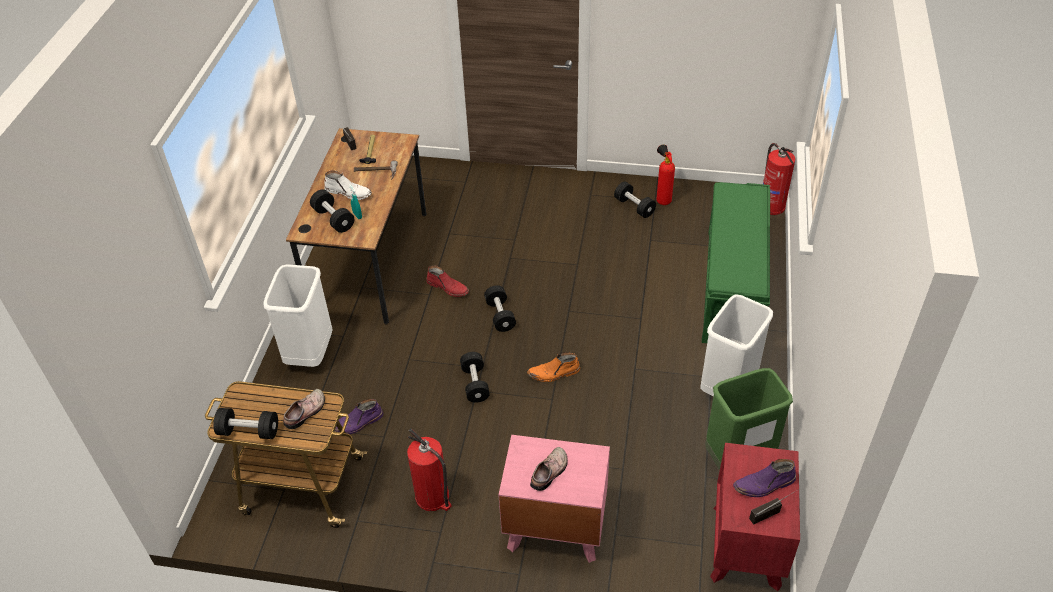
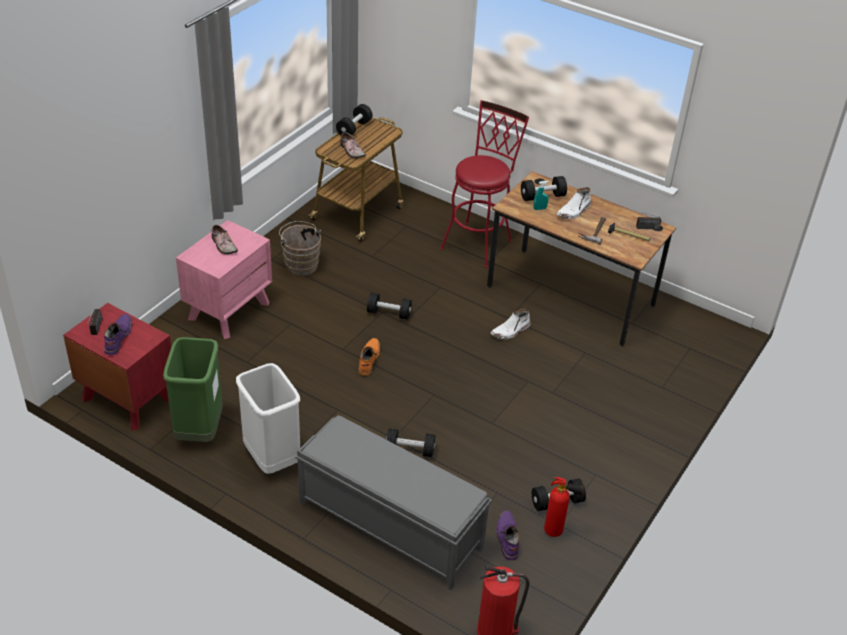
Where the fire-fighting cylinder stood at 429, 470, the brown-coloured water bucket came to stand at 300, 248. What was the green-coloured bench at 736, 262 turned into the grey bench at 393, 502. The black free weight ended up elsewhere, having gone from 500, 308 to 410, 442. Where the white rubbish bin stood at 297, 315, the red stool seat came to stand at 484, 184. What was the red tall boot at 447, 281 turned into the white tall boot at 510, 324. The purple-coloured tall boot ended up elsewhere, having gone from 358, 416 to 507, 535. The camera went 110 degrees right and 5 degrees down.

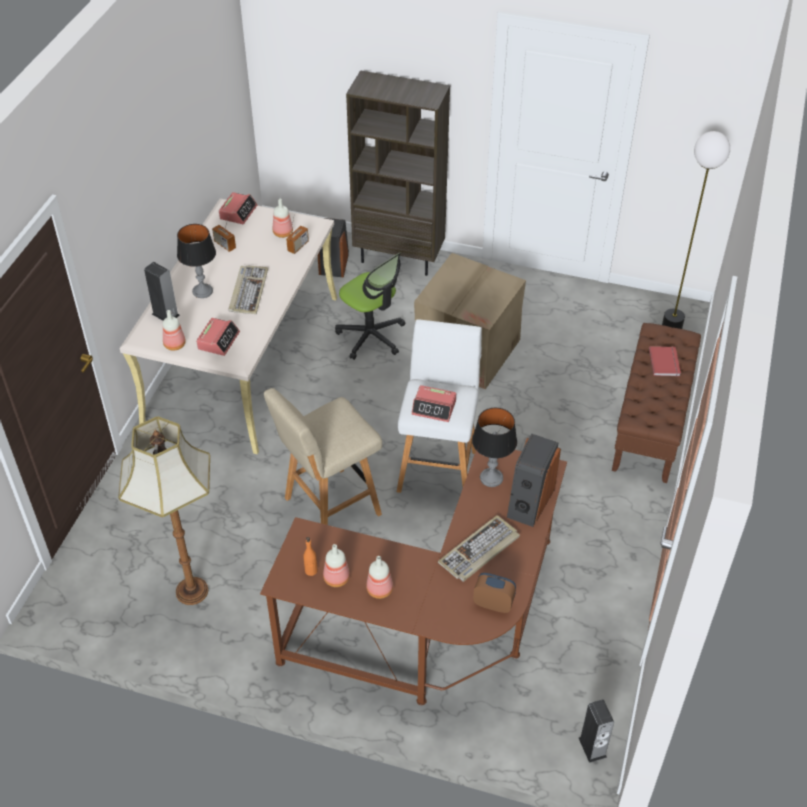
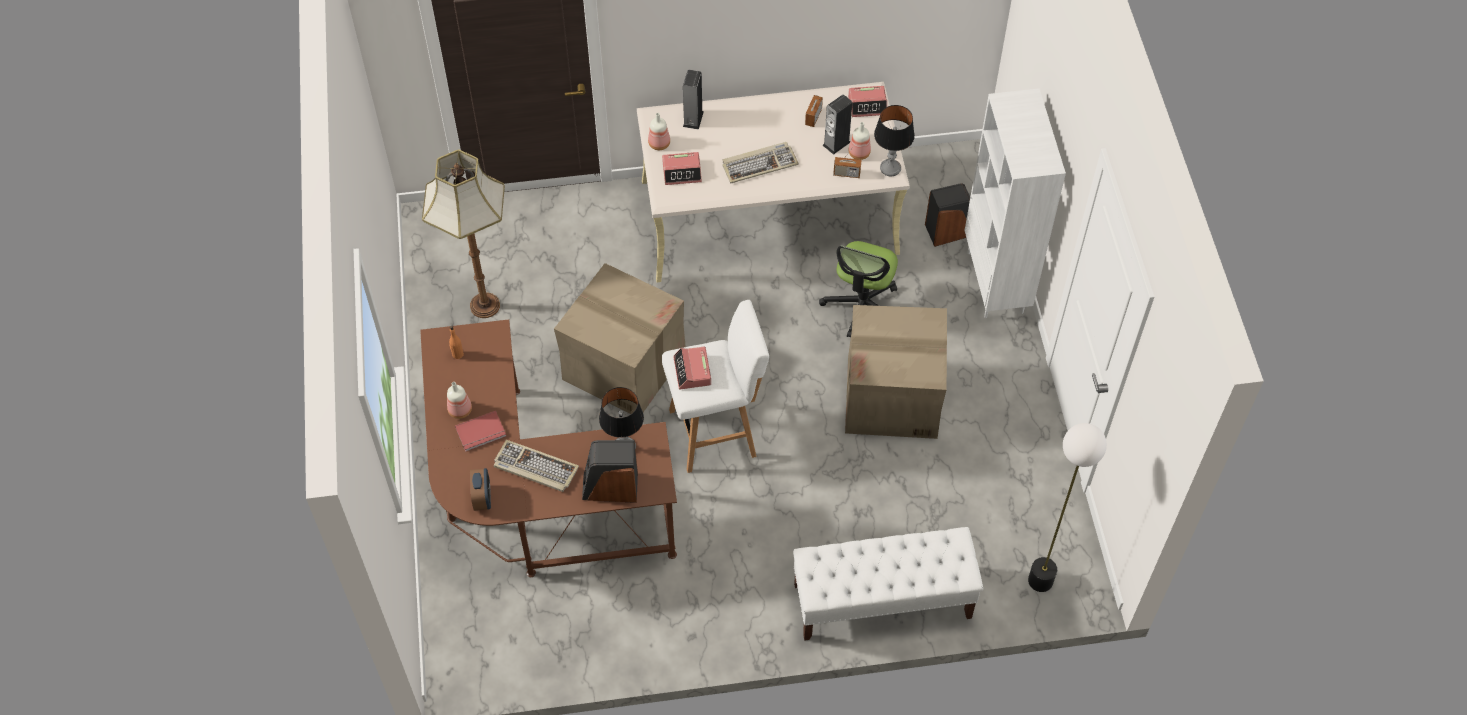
The red volume ended up elsewhere, having gone from 665, 361 to 481, 431. Where the sand-coloured stool seat stood at 323, 456, the carton came to stand at 620, 338. What was the brown-coloured bench at 656, 403 turned into the white bench at 888, 584. The audio speaker ended up elsewhere, having gone from 596, 731 to 837, 124. The tabletop lamp ended up elsewhere, having gone from 196, 261 to 894, 140. What was the brown-coloured bookshelf at 398, 173 turned into the white bookshelf at 1015, 203. The second view lost the bottle at 336, 565. The camera went 65 degrees right and 10 degrees up.

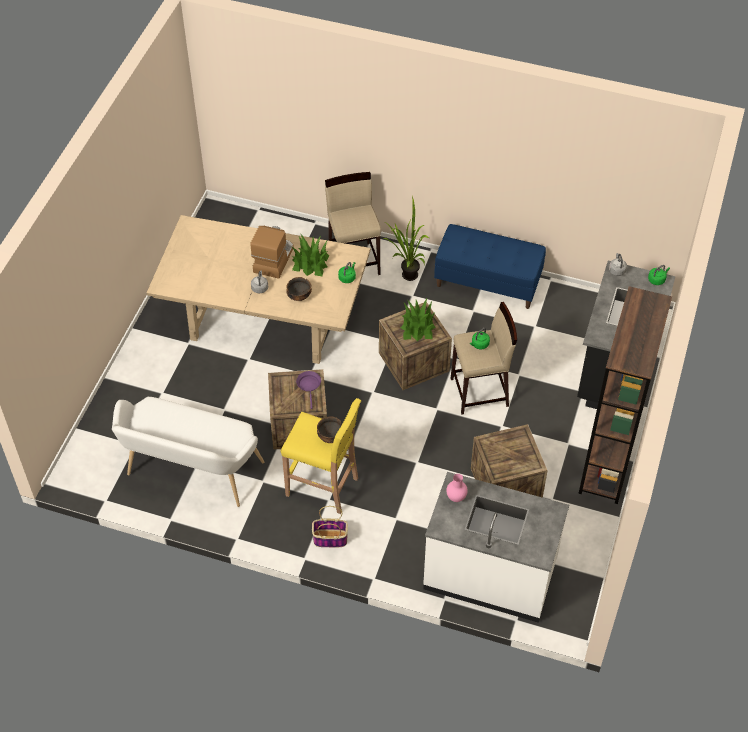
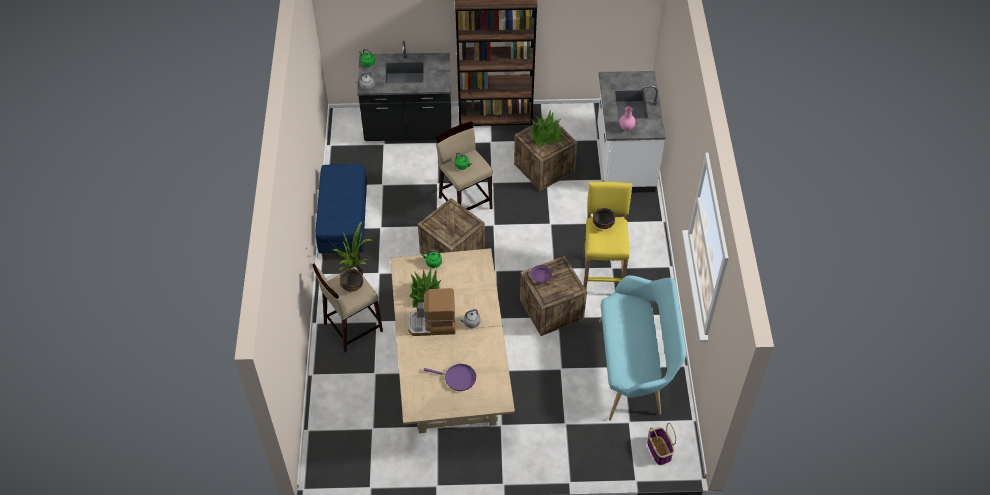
The serving bowl ended up elsewhere, having gone from 299, 289 to 351, 280. The second view gained the purple-coloured frying pan at 449, 377. The plant in a pot ended up elsewhere, having gone from 418, 320 to 547, 128. What was the white bench at 188, 452 turned into the blue-green bench at 642, 348. The storage basket ended up elsewhere, having gone from 330, 526 to 661, 444. The camera went 110 degrees left and 0 degrees up.

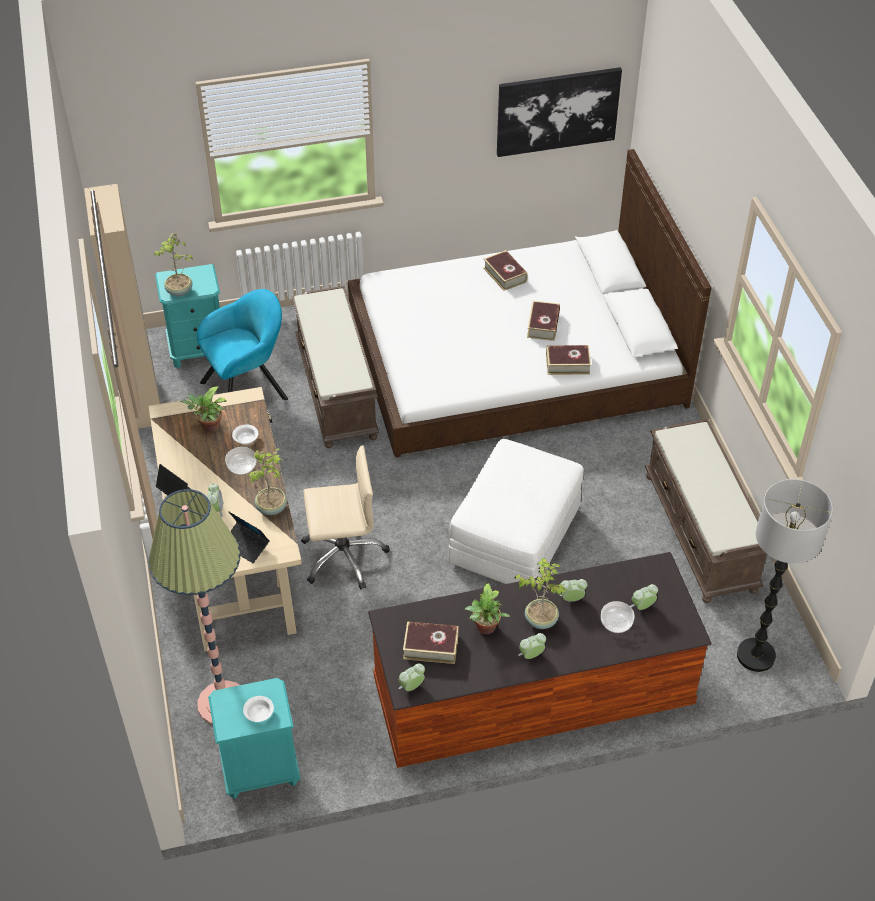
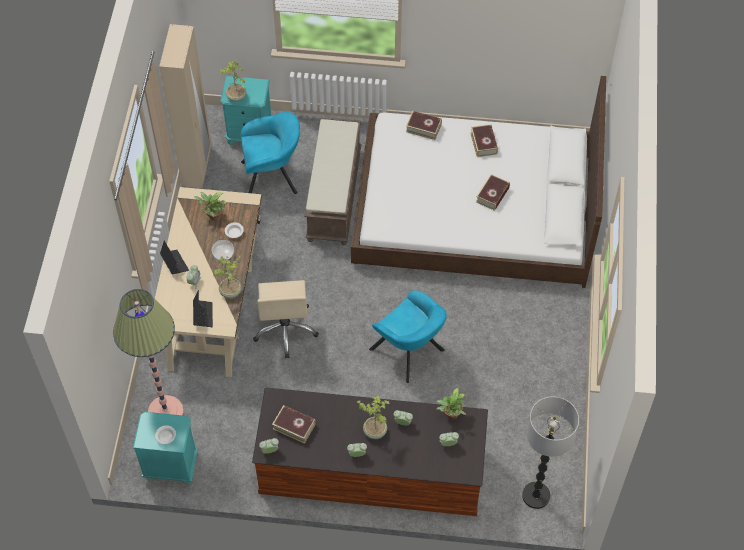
The laptop at 249, 537 ended up facing another way, 150 degrees counterclockwise from before. The sand-coloured desk chair at 345, 517 ended up facing another way, 75 degrees clockwise from before. Where the white pouffe stood at 515, 511, the blue-green easy chair came to stand at 408, 336. The volume ended up elsewhere, having gone from 568, 360 to 424, 125. The plant in a pot ended up elsewhere, having gone from 487, 608 to 451, 403. The second view lost the wall art at 559, 112. The second view lost the serving bowl at 618, 617. The second view lost the brown-coloured bench at 706, 511. The camera went 20 degrees right and 10 degrees up.

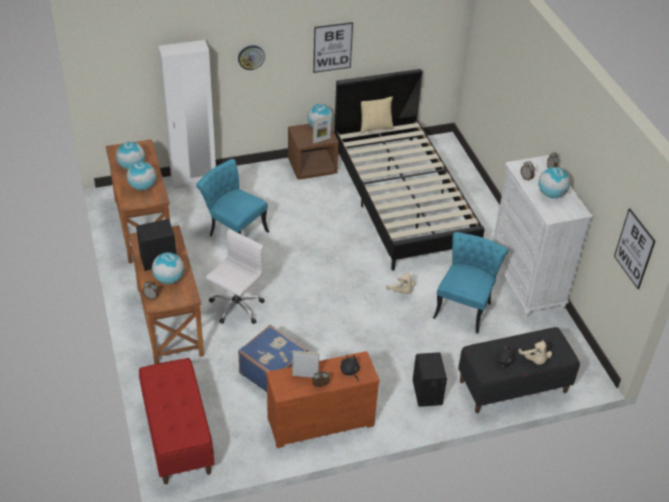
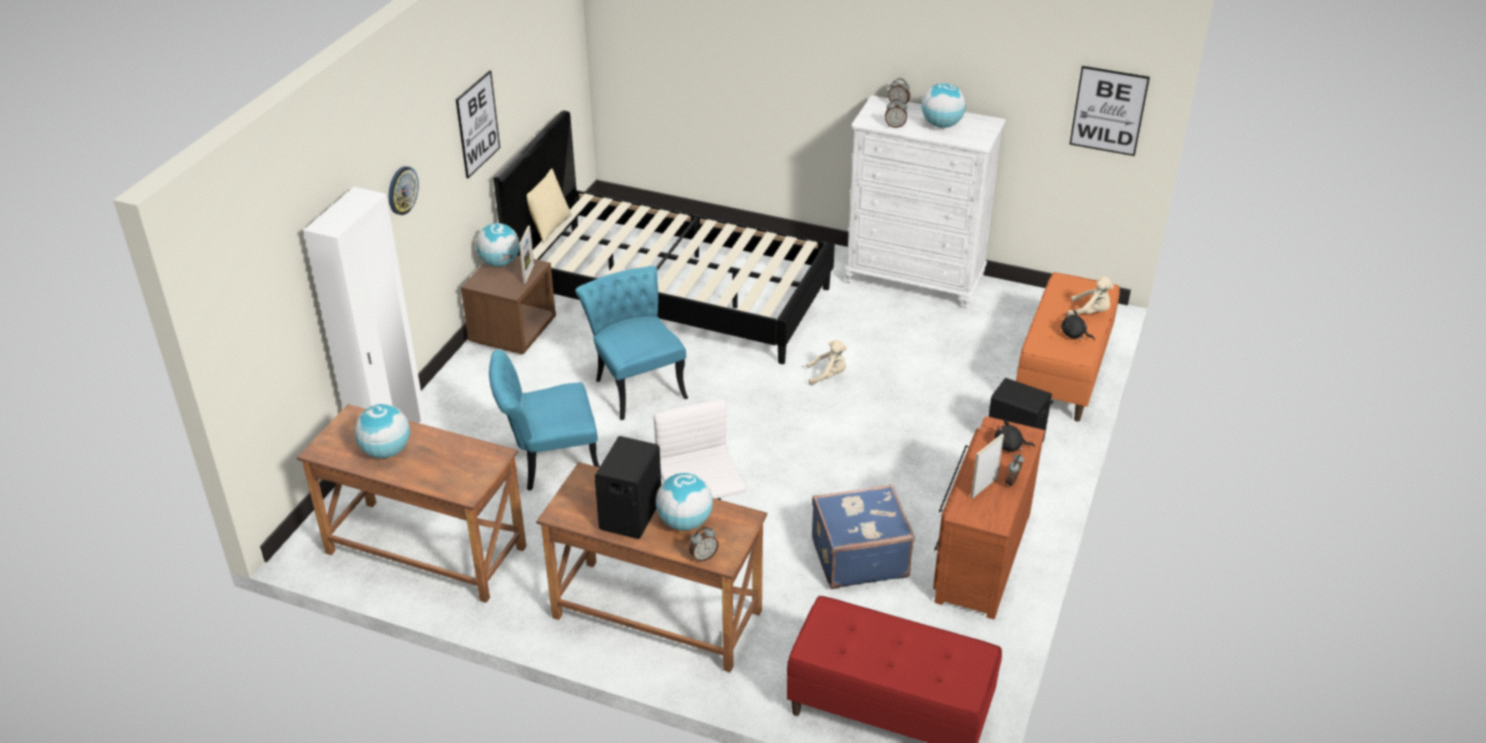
The blue-green plain chair ended up elsewhere, having gone from 471, 282 to 631, 343. What was the black bench at 519, 370 turned into the orange-coloured bench at 1068, 347. The second view lost the desk globe at 141, 176. The camera went 50 degrees left and 5 degrees down.

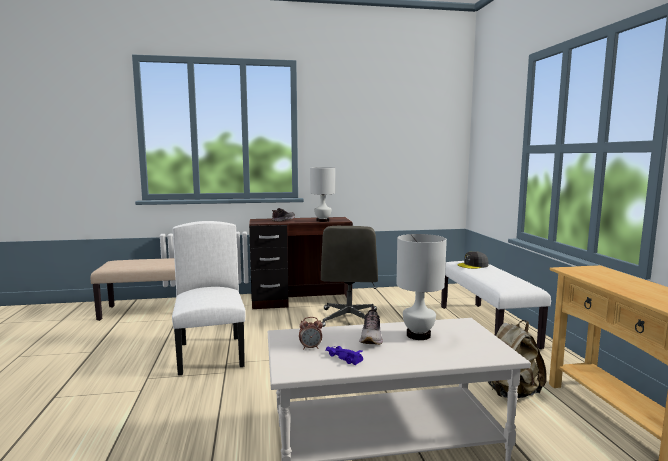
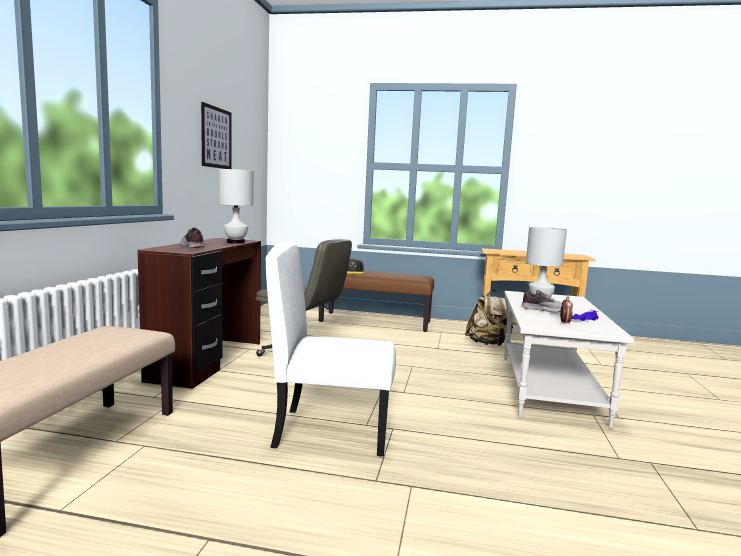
The second view gained the wall art at 216, 135. What was the white bench at 496, 305 turned into the brown-coloured bench at 376, 301. The camera went 70 degrees left and 0 degrees up.

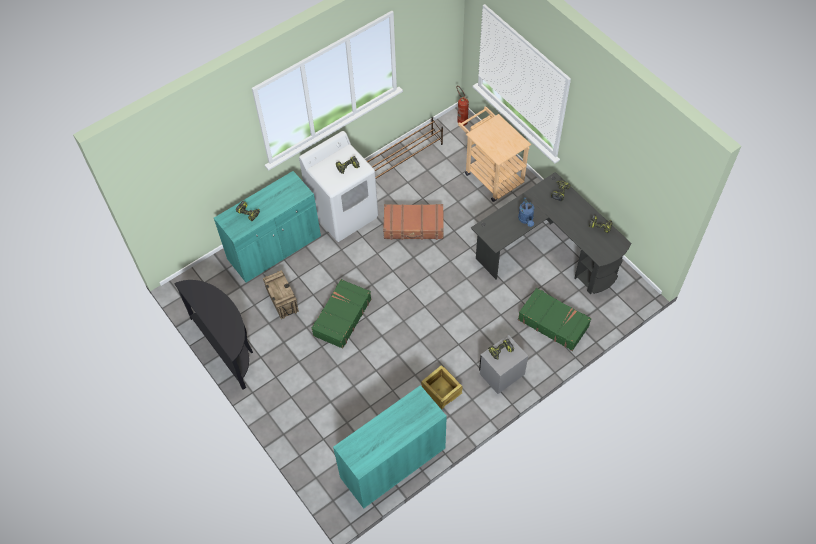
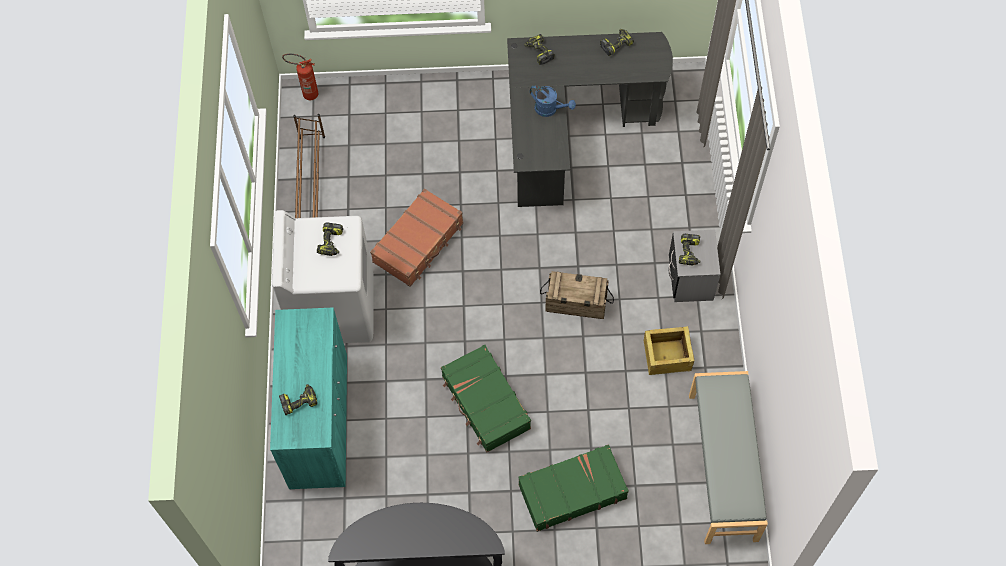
The green-coloured suitcase ended up elsewhere, having gone from 555, 319 to 573, 488. The crate ended up elsewhere, having gone from 281, 294 to 577, 295. Where the blue-green cabinet stood at 390, 446, the grey bench came to stand at 728, 457. The second view lost the sand-coloured trolley at 494, 154. The camera went 55 degrees left and 5 degrees up.

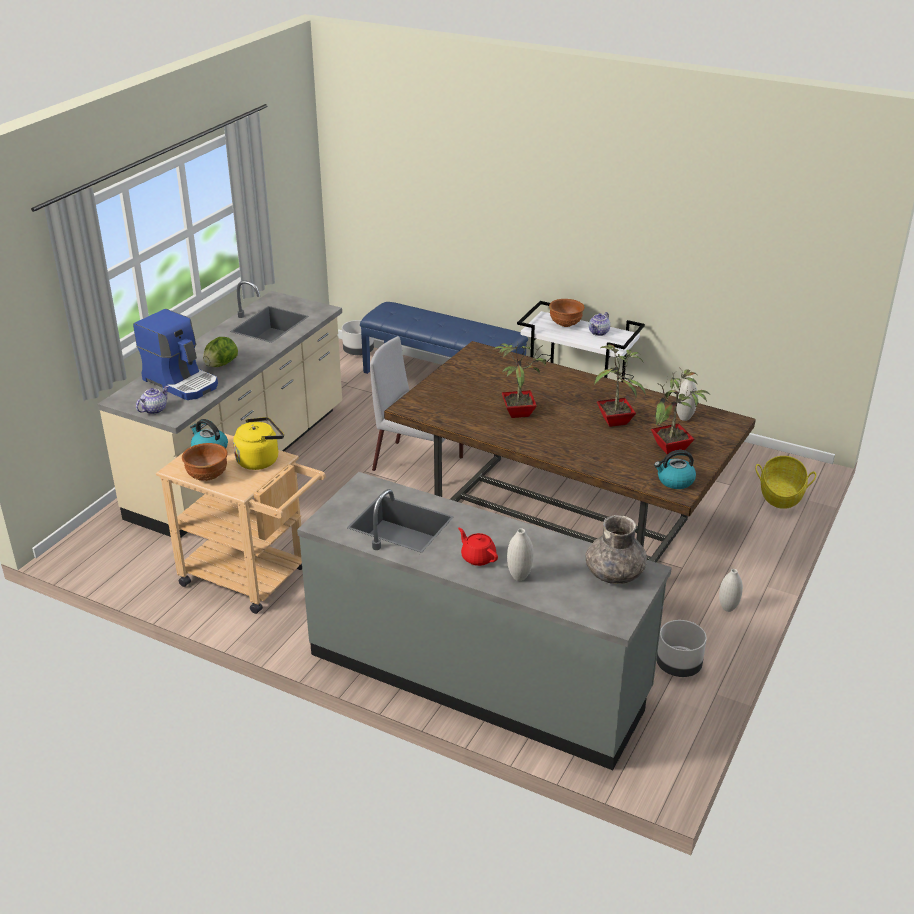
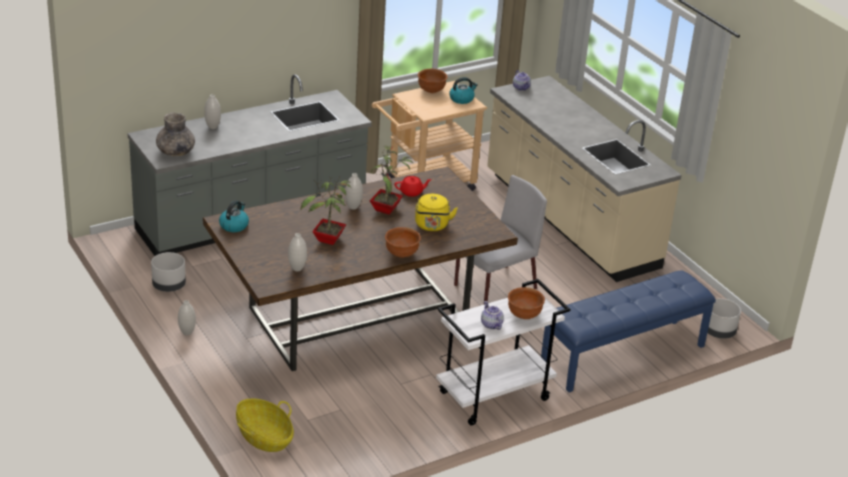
The second view gained the white vase at 354, 191. The second view gained the brown-coloured serving bowl at 403, 242. The red teapot ended up elsewhere, having gone from 478, 547 to 413, 186. The yellowish kettle ended up elsewhere, having gone from 258, 443 to 436, 212. The second view lost the coffee maker at 175, 354. The second view lost the lettuce head at 220, 352. The second view lost the plant in a pot at 680, 411. The camera went 120 degrees right and 0 degrees up.

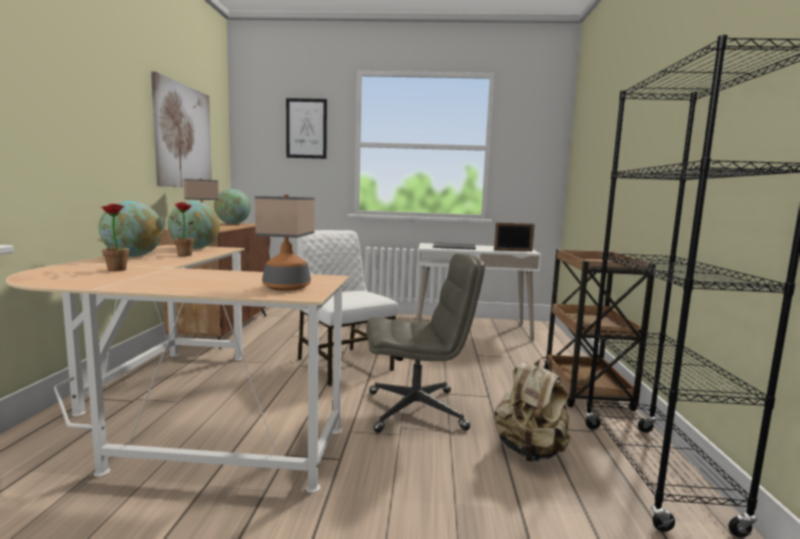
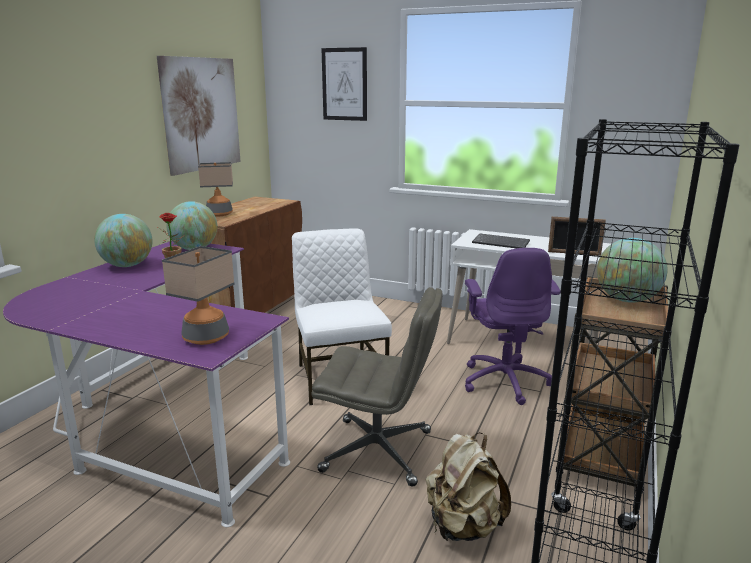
What was the sand-coloured desk unit at 177, 369 turned into the purple-coloured desk unit at 146, 384. The second view gained the purple-coloured desk chair at 512, 326. The desk globe ended up elsewhere, having gone from 232, 206 to 632, 270. The second view lost the plant in a pot at 114, 237. The camera went 20 degrees right and 10 degrees up.

